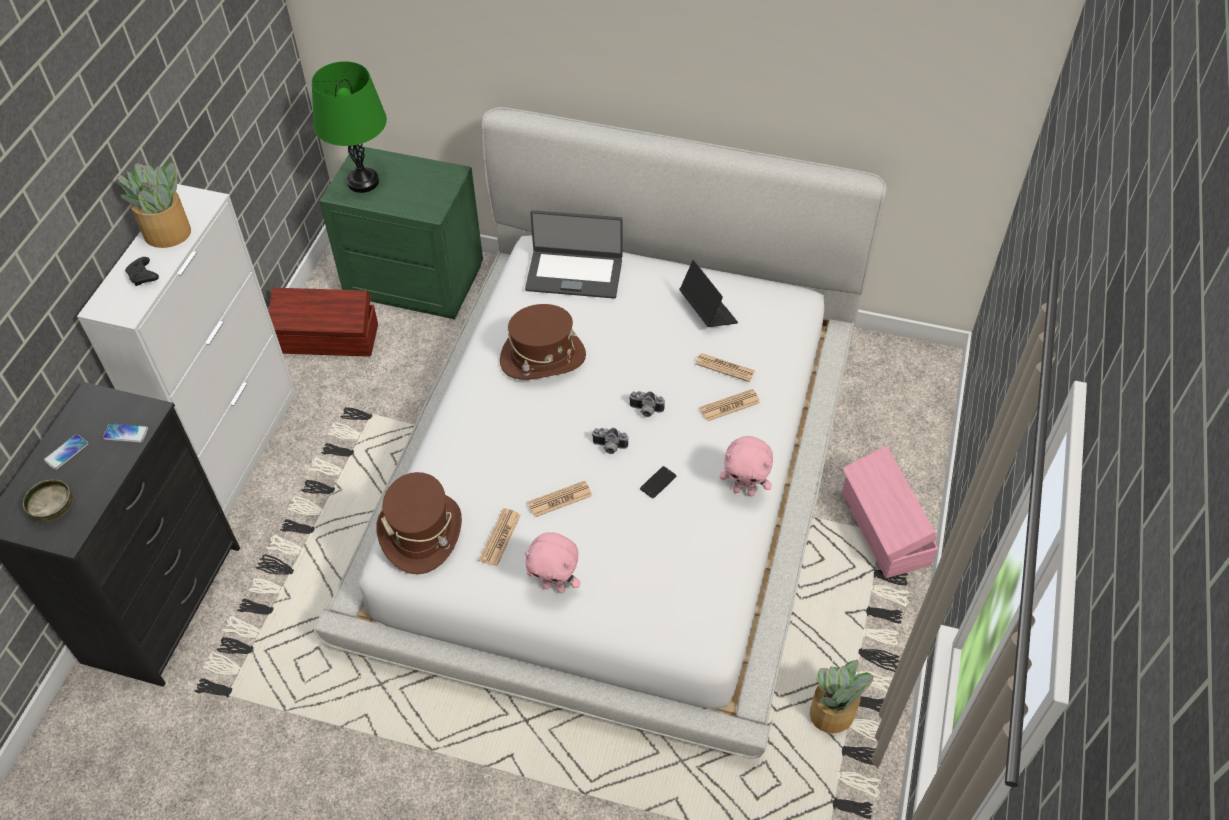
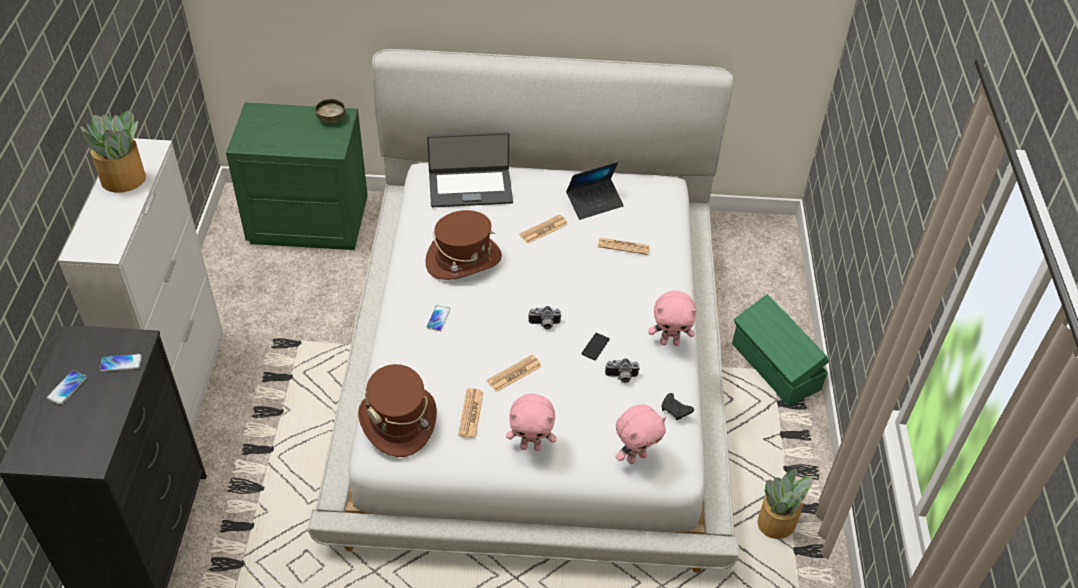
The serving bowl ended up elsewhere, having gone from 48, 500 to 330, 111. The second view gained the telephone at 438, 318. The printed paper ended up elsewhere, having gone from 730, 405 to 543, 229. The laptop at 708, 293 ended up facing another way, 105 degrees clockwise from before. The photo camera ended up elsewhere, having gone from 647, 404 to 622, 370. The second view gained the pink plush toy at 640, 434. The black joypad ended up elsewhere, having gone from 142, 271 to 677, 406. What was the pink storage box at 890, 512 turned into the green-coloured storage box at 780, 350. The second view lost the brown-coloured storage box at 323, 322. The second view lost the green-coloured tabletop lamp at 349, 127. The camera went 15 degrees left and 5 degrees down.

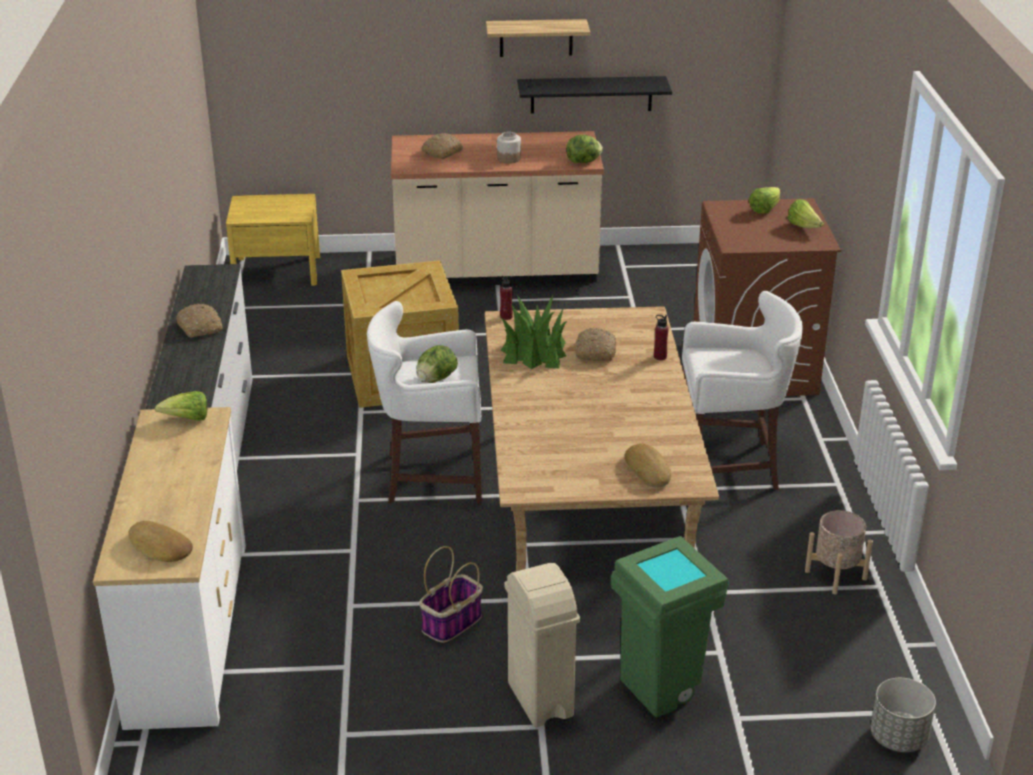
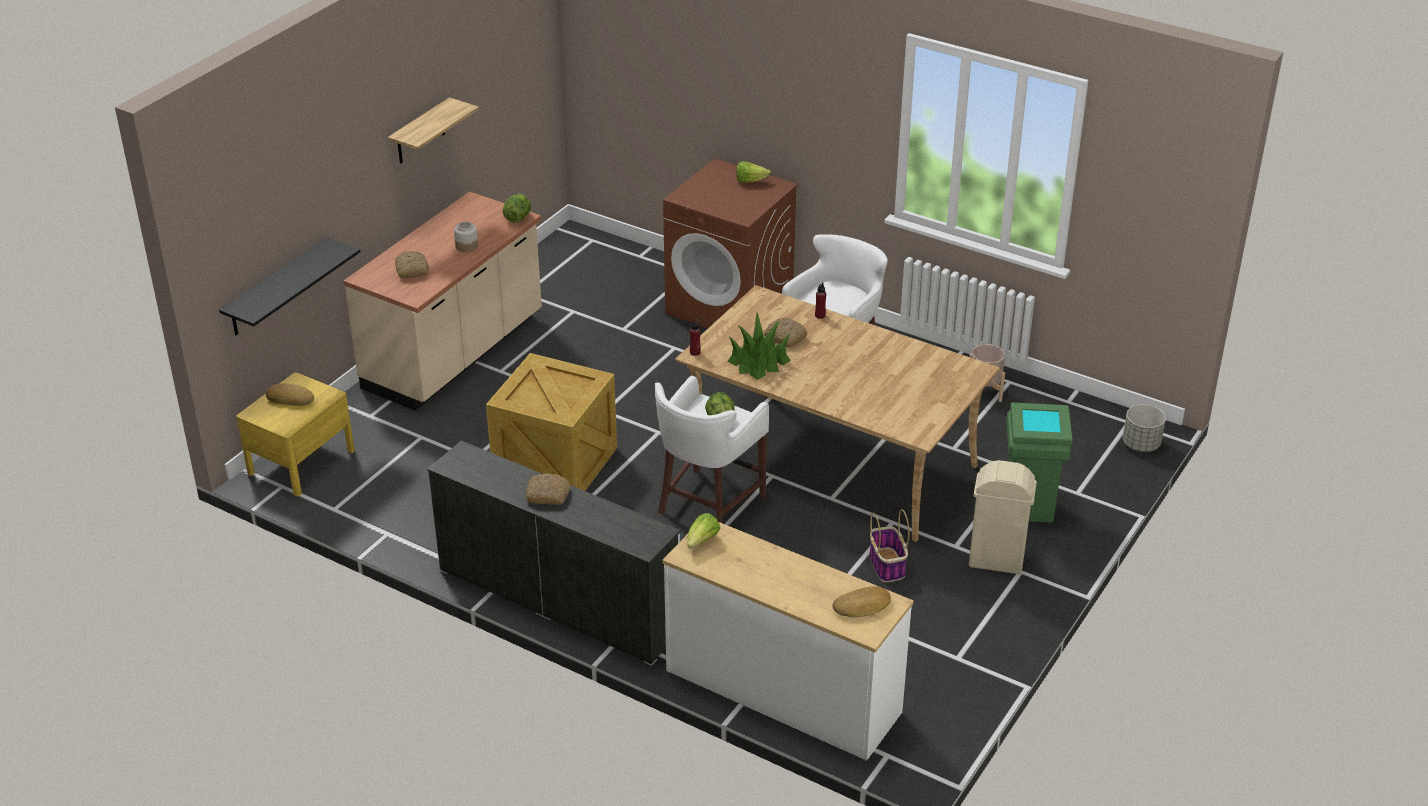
The black shelf ended up elsewhere, having gone from 594, 95 to 290, 286. The baked bread ended up elsewhere, having gone from 648, 465 to 290, 394. The second view lost the lettuce head at 764, 200. The camera went 55 degrees left and 5 degrees up.

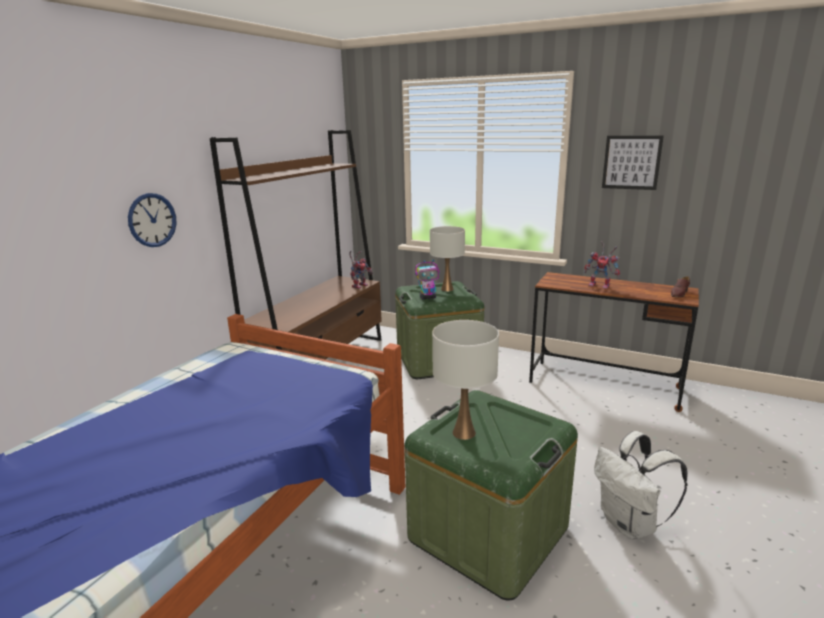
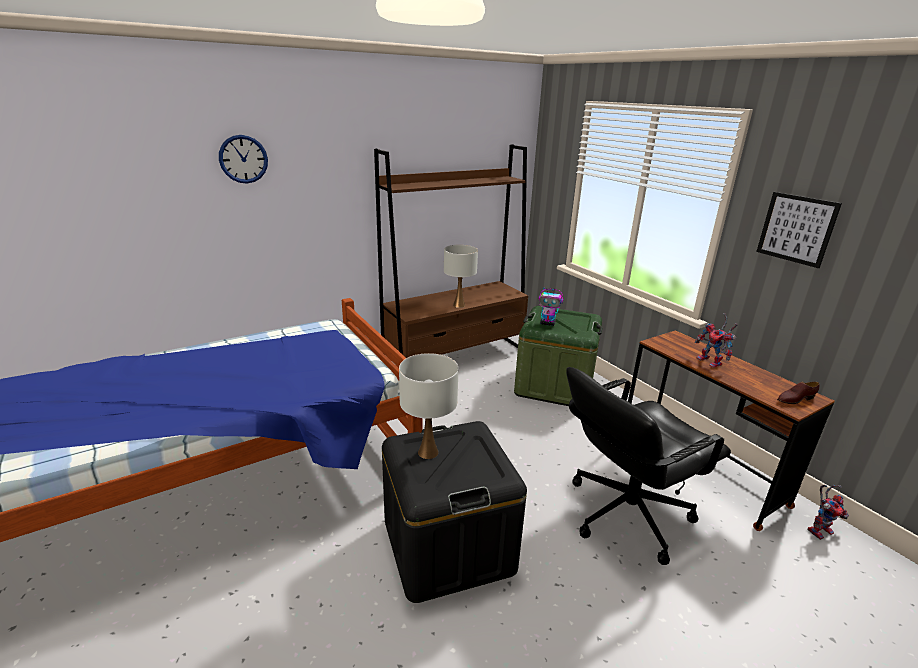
The clock on the wall ended up elsewhere, having gone from 152, 220 to 243, 159. What was the green-coloured storage box at 491, 495 turned into the black storage box at 454, 512. The white tabletop lamp ended up elsewhere, having gone from 447, 259 to 461, 276. The second view gained the black desk chair at 648, 466. The robot figure ended up elsewhere, having gone from 361, 270 to 828, 512. The second view lost the white backpack at 641, 485. The camera went 30 degrees right and 5 degrees up.

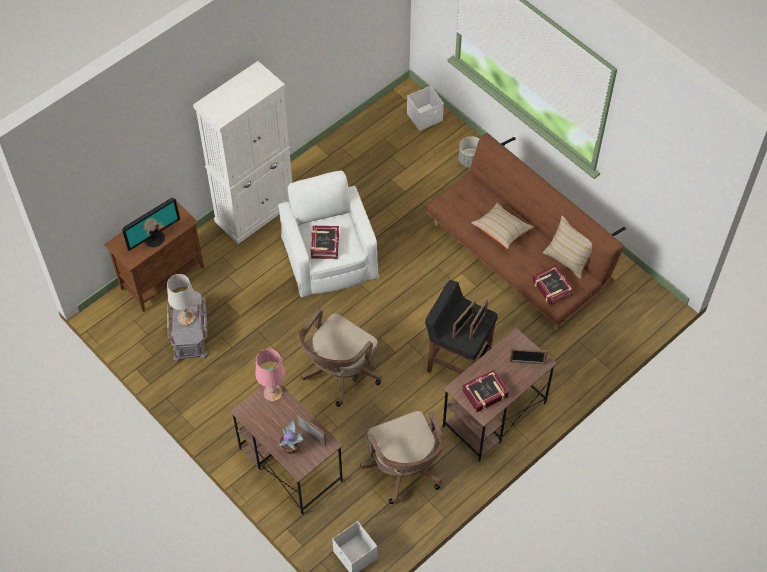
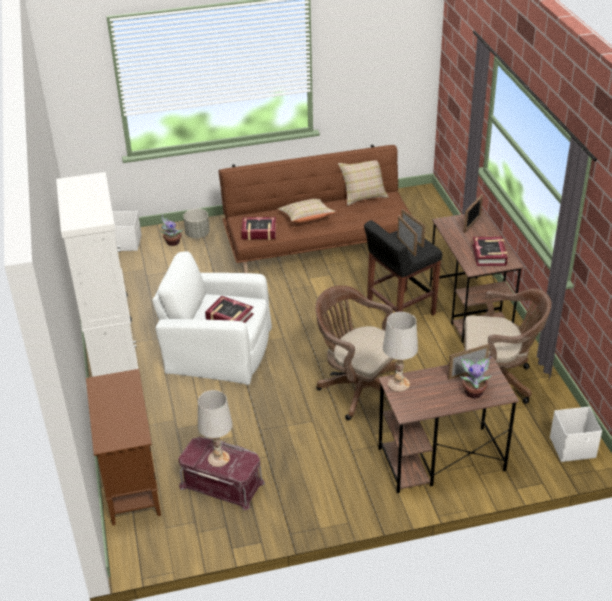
The second view gained the plant in a pot at 171, 230. What was the grey storage box at 187, 326 turned into the red storage box at 221, 474. The volume ended up elsewhere, having gone from 553, 285 to 258, 228. The brown-coloured desk chair at 340, 358 ended up facing another way, 150 degrees clockwise from before. What was the pink tabletop lamp at 270, 375 turned into the white tabletop lamp at 400, 352. The second view lost the monitor at 151, 224. The camera went 60 degrees left and 20 degrees down.

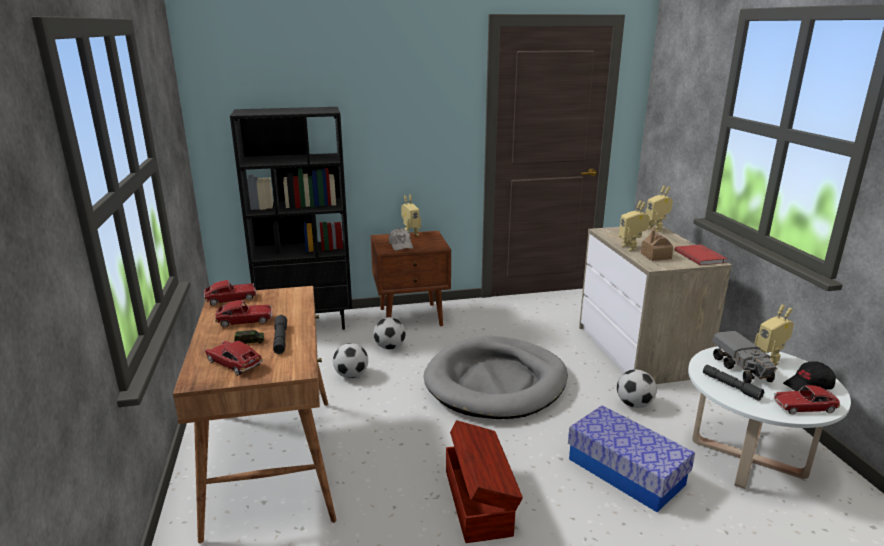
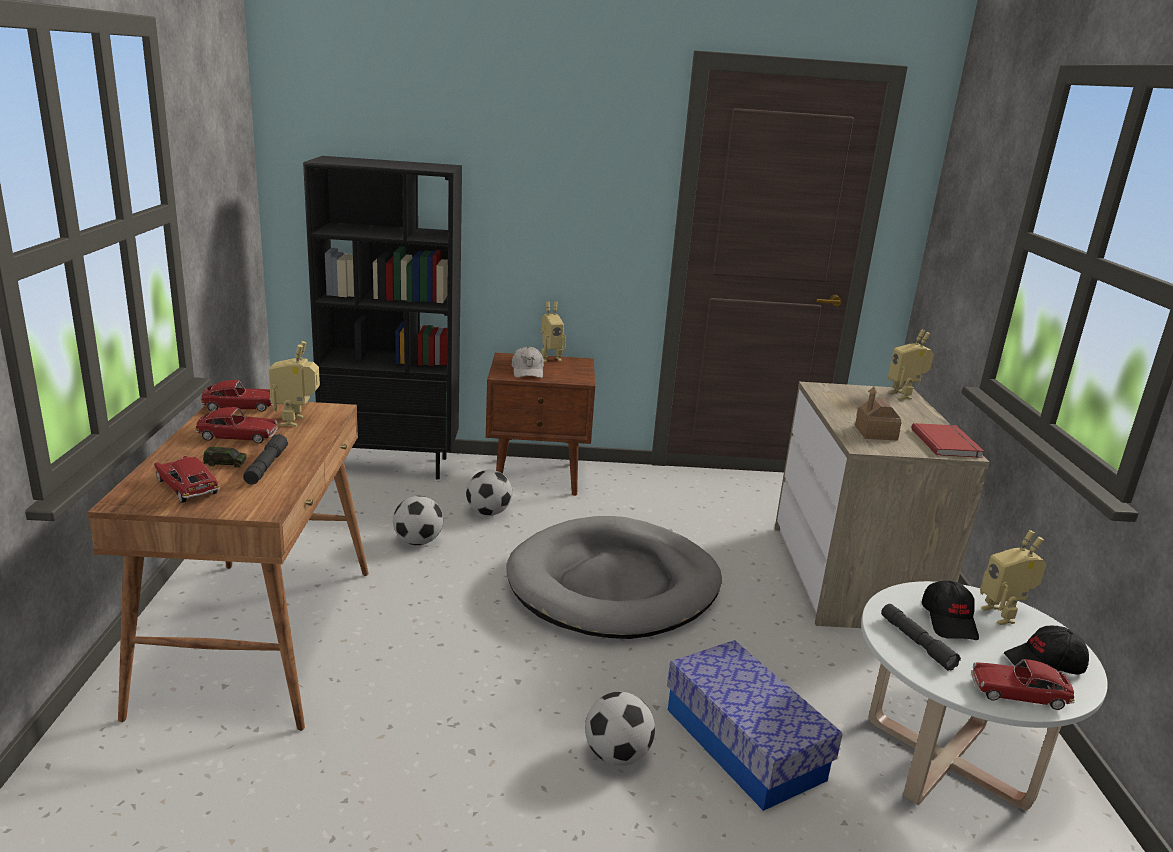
The robot figure ended up elsewhere, having gone from 634, 225 to 294, 384. The football ball ended up elsewhere, having gone from 637, 388 to 620, 729. Where the model truck stood at 744, 357, the black baseball cap came to stand at 950, 610. The second view lost the brown-coloured storage box at 484, 481. The camera went 10 degrees right and 0 degrees up.

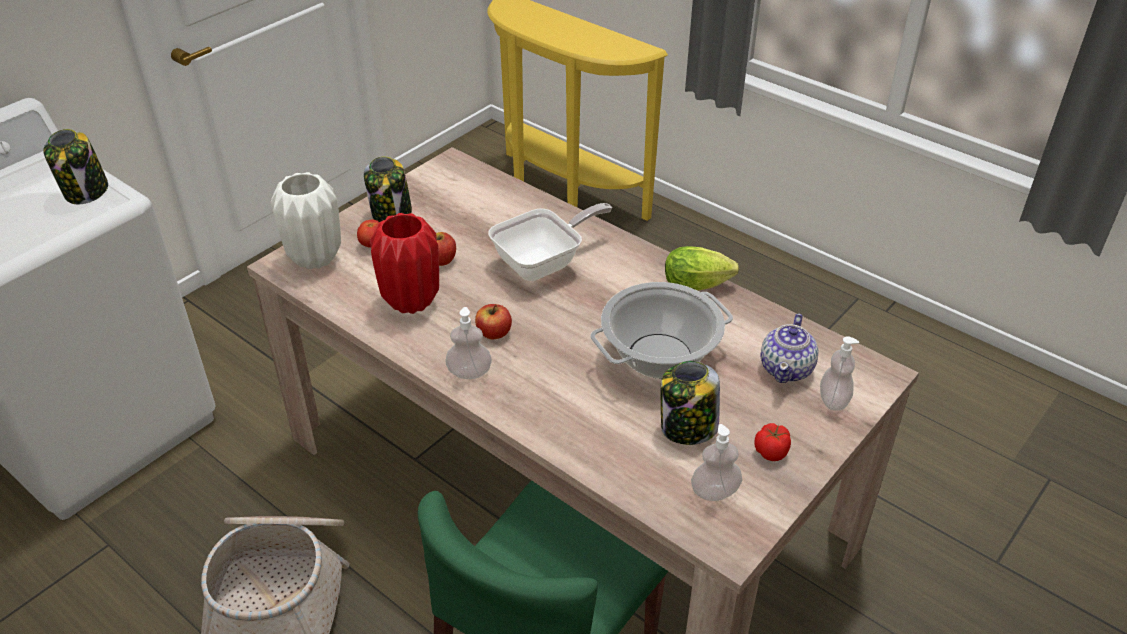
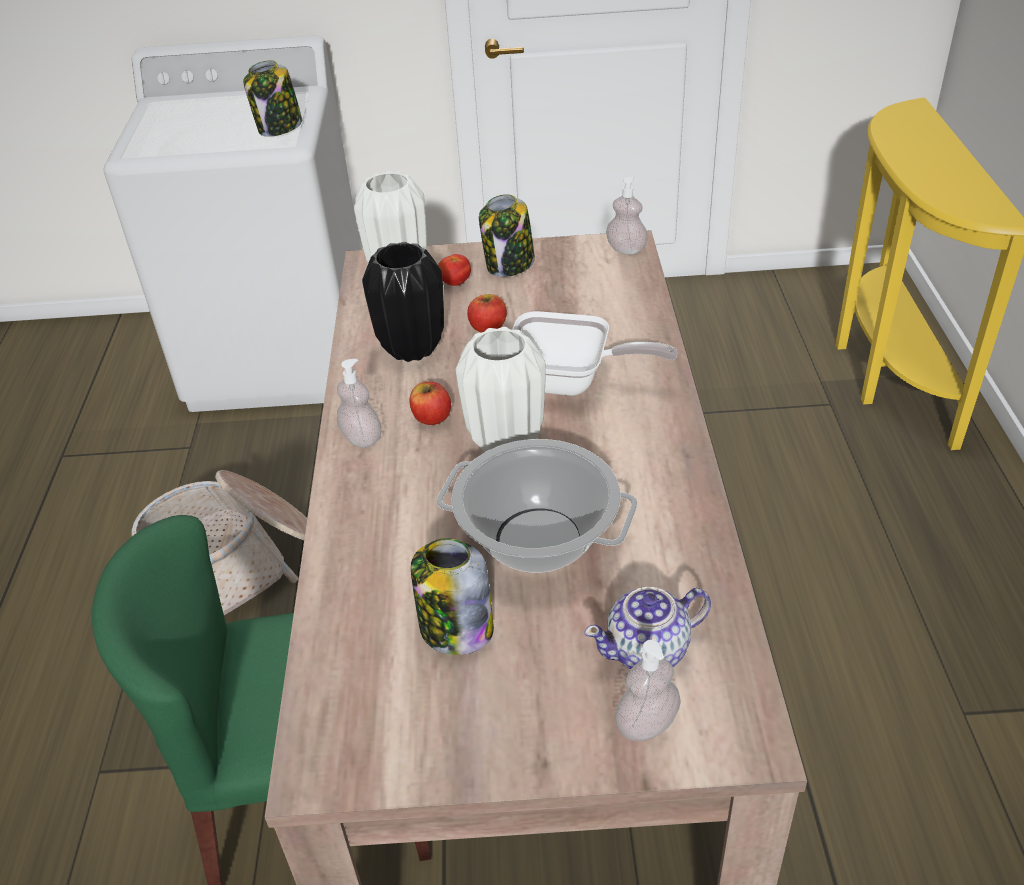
What was the red vase at 404, 263 turned into the black vase at 403, 302. The second view gained the white vase at 501, 389. The liquid soap bottle ended up elsewhere, having gone from 716, 462 to 627, 215. The second view lost the lettuce head at 702, 268. The second view lost the tomato at 772, 442. The camera went 50 degrees right and 0 degrees up.

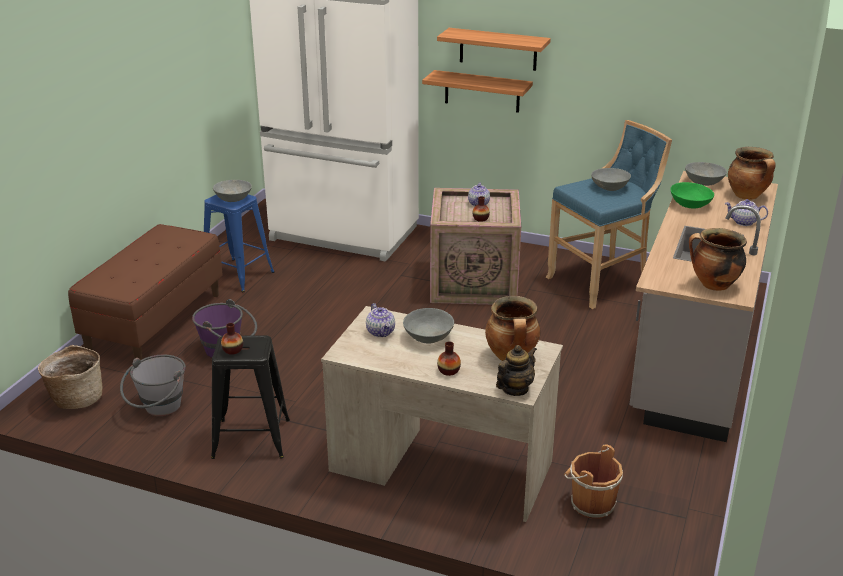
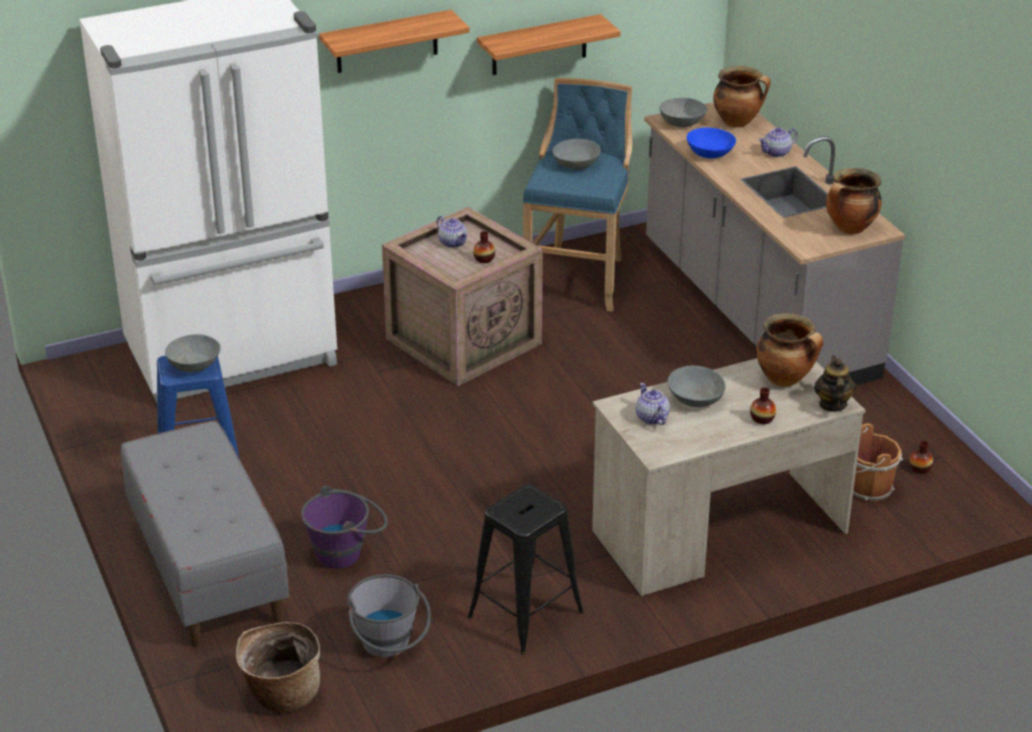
What was the brown-coloured bench at 145, 292 turned into the grey bench at 205, 533. The shelf ended up elsewhere, having gone from 477, 91 to 549, 44. The teapot at 380, 320 ended up facing another way, 135 degrees counterclockwise from before. What was the green-coloured serving bowl at 692, 195 turned into the blue-coloured serving bowl at 711, 143. The vase ended up elsewhere, having gone from 232, 339 to 921, 457. The camera went 45 degrees left and 5 degrees up.

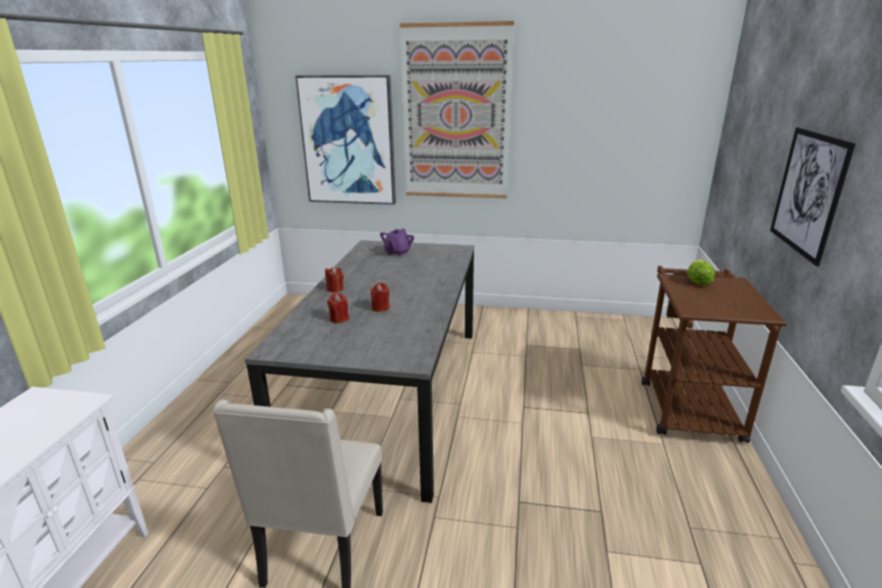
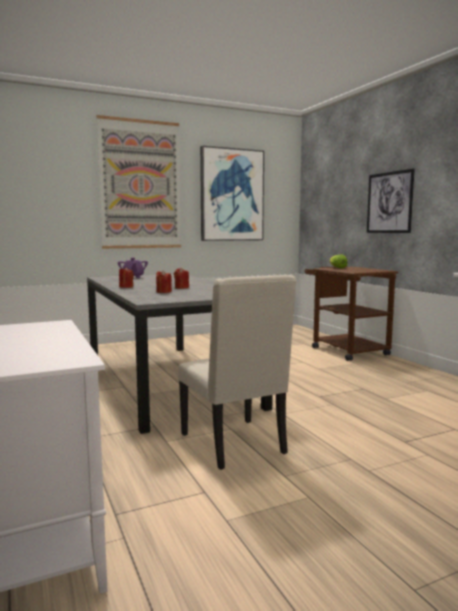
The wall art ended up elsewhere, having gone from 345, 140 to 232, 193. The camera went 35 degrees left and 15 degrees down.

